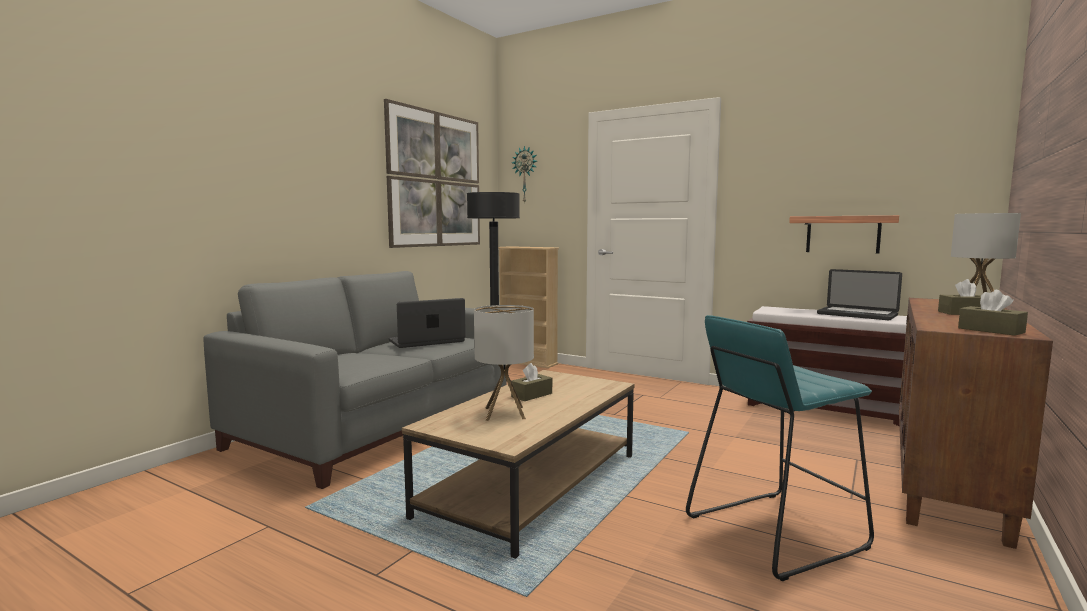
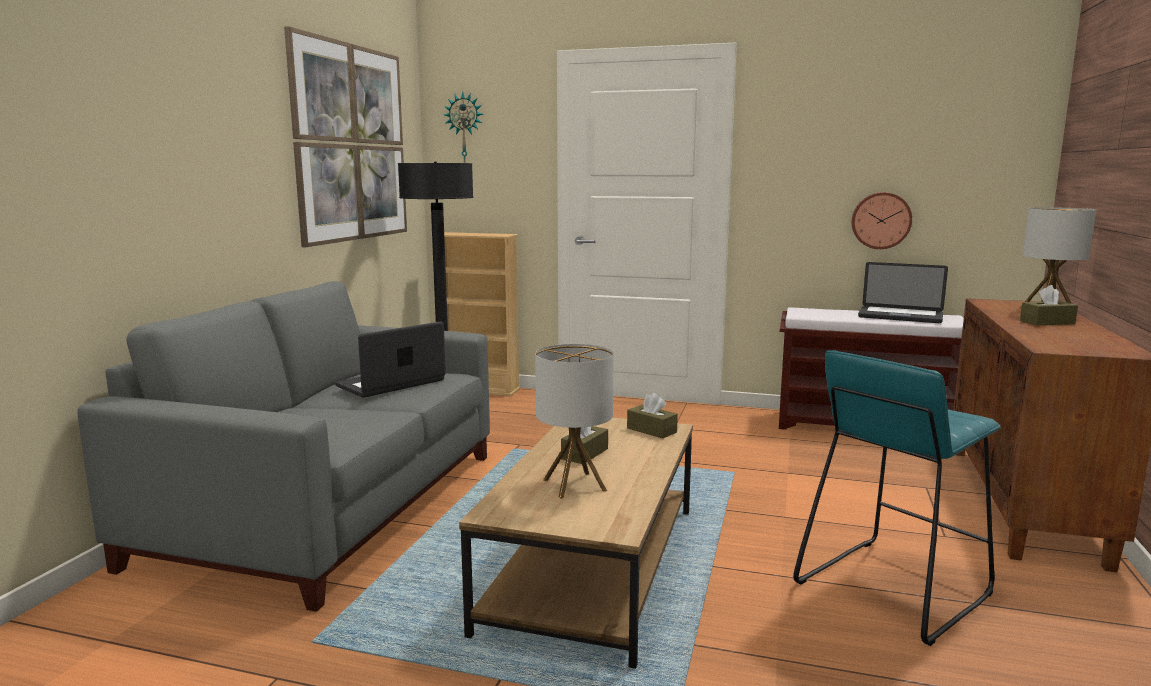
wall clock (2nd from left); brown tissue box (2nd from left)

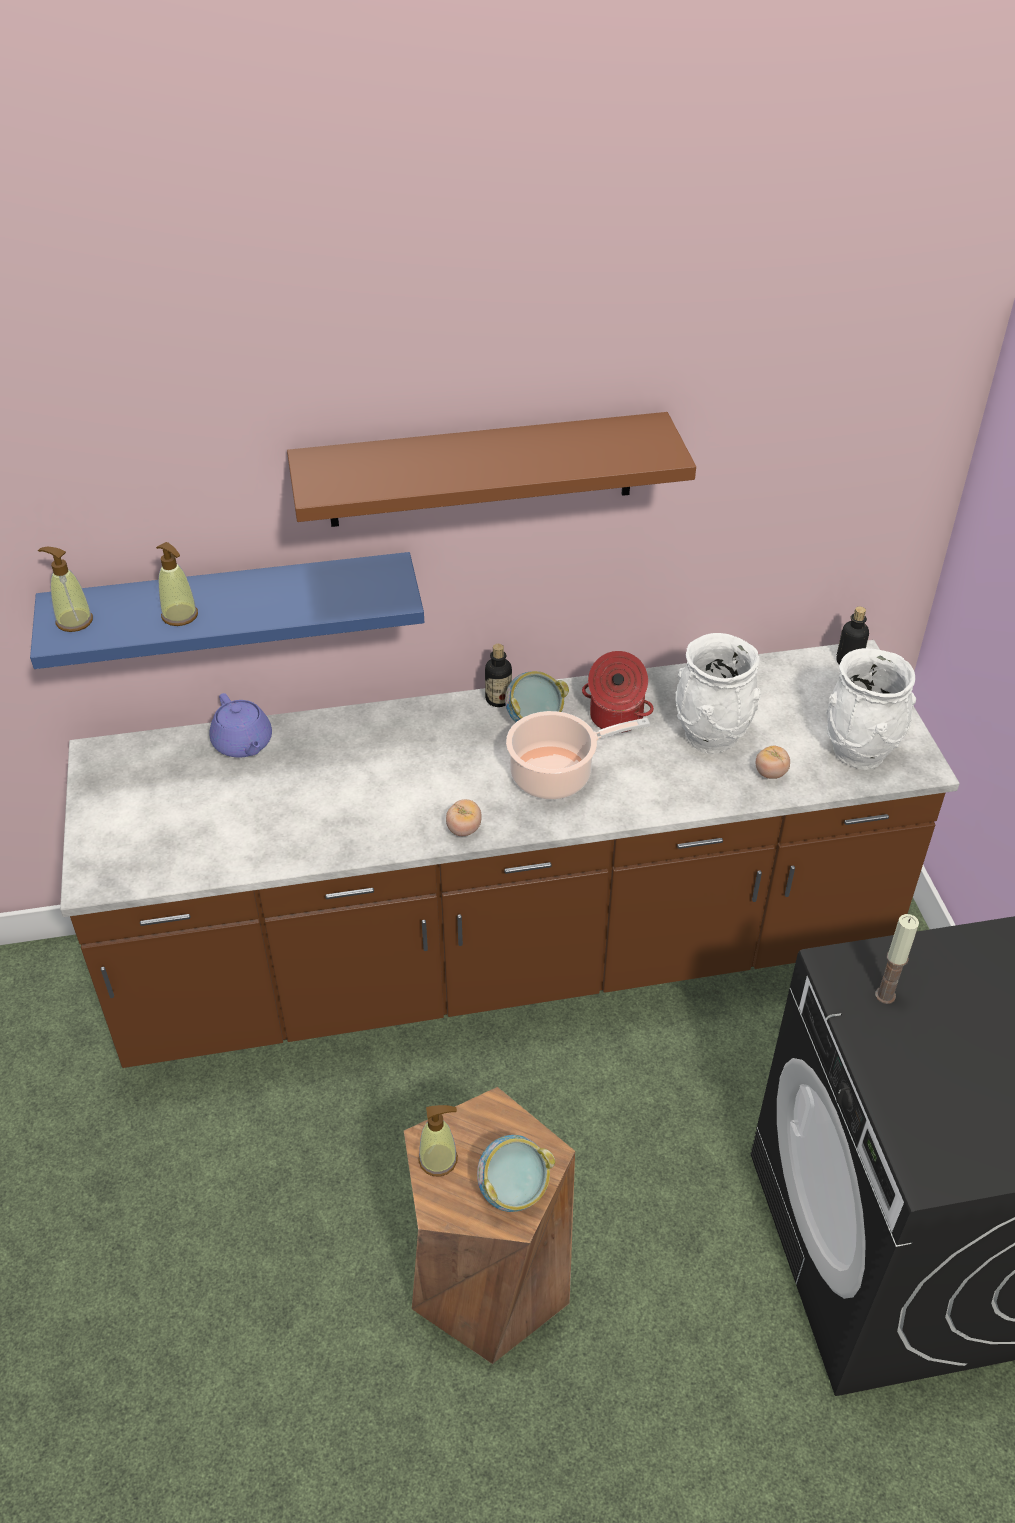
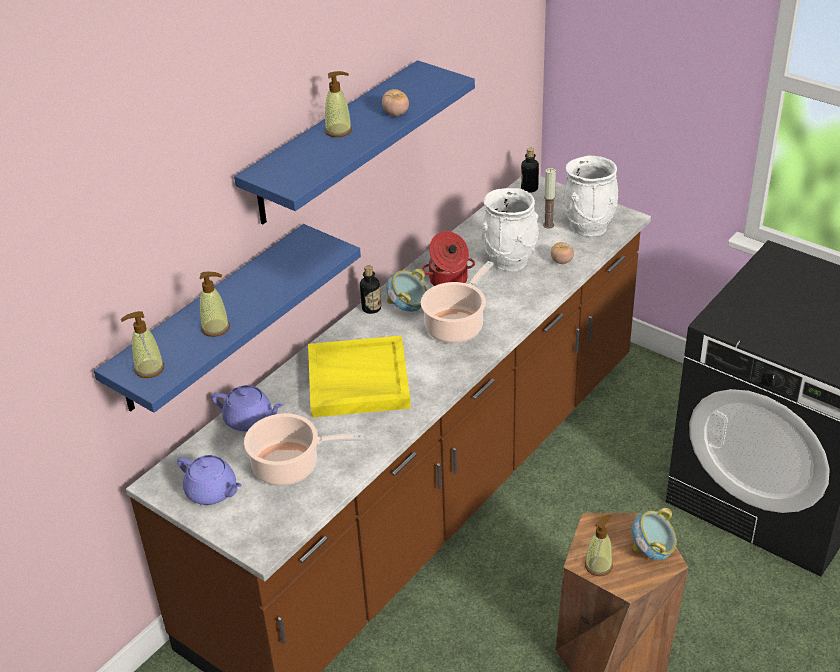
blue shelf (2nd from left); tomato (1st from left); candle; soap dispenser (3rd from left); yellow tray; cooking pot (1st from left); purple teapot (1st from left)

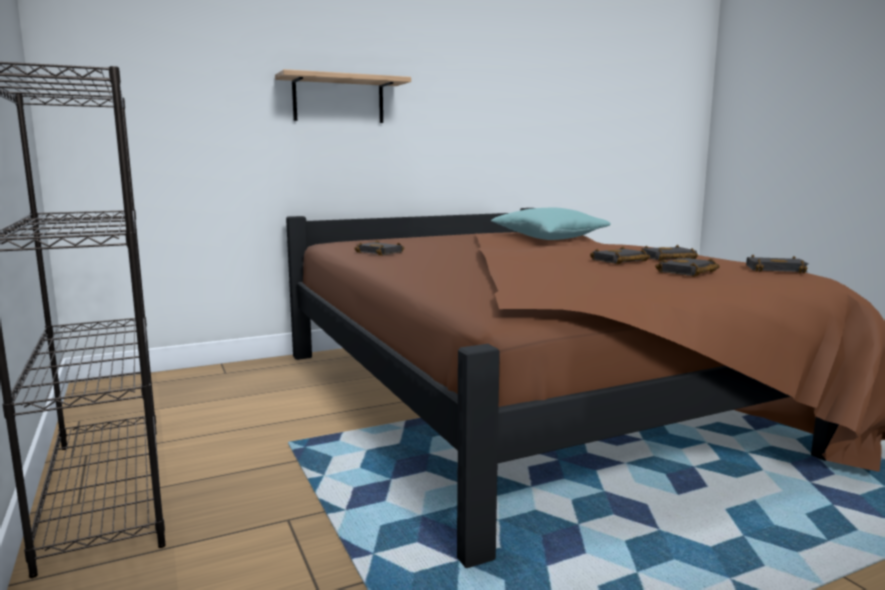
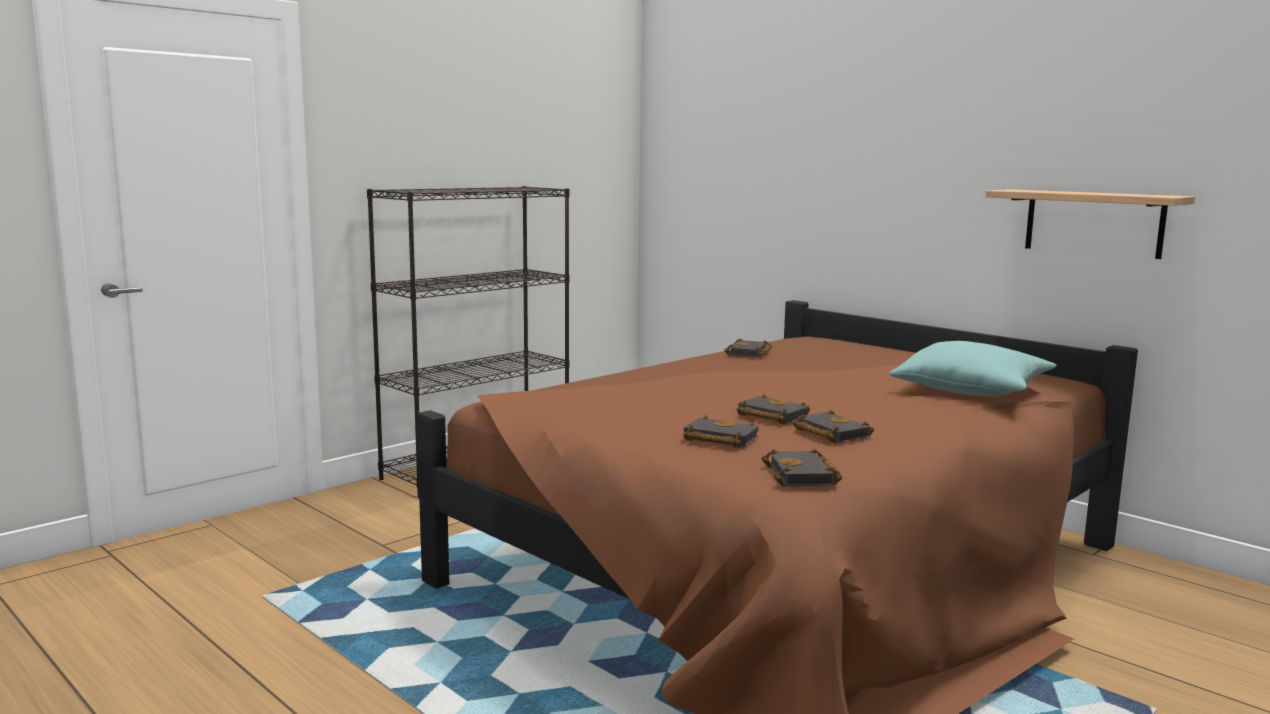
shelf

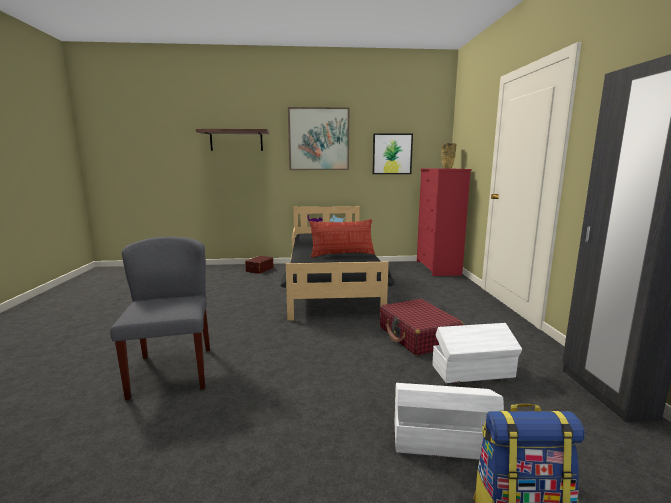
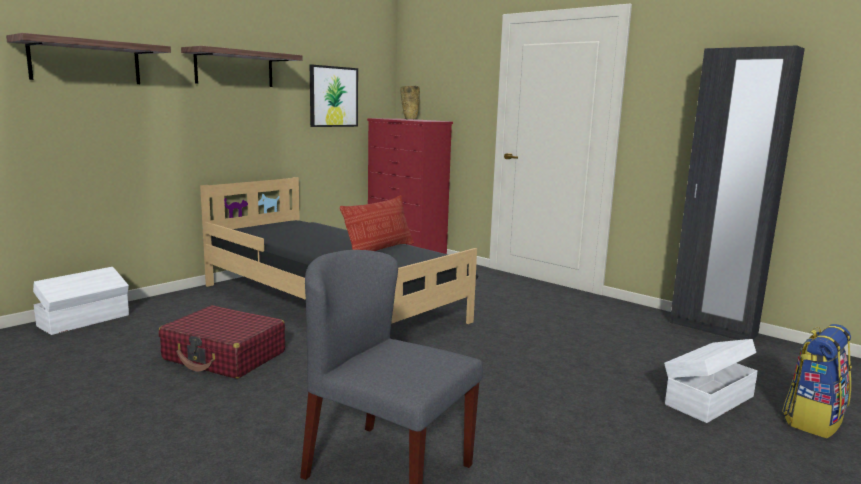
shelf (2nd from left); brown storage box; red suitcase; white storage box (1st from left)

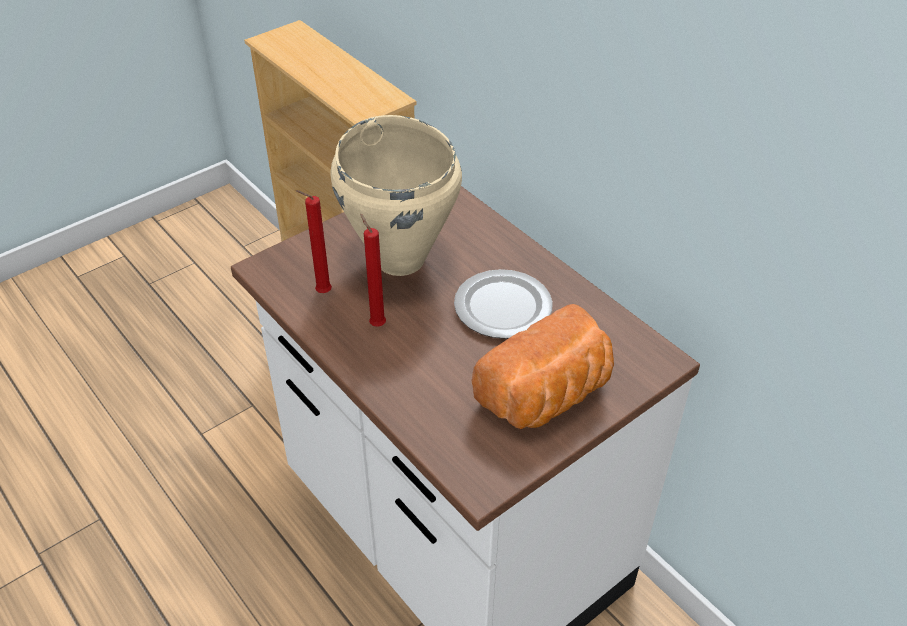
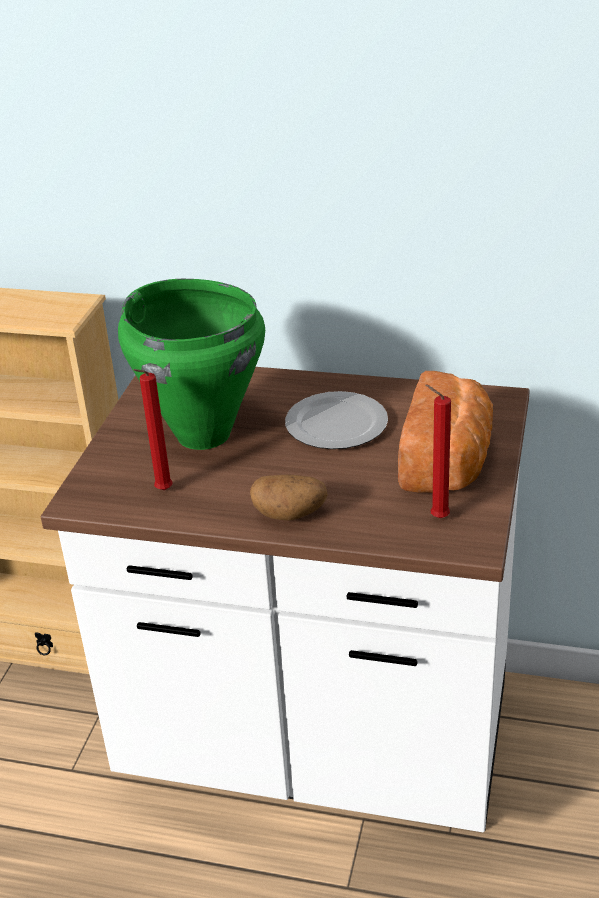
green cooking pot; red candle (2nd from left); potato

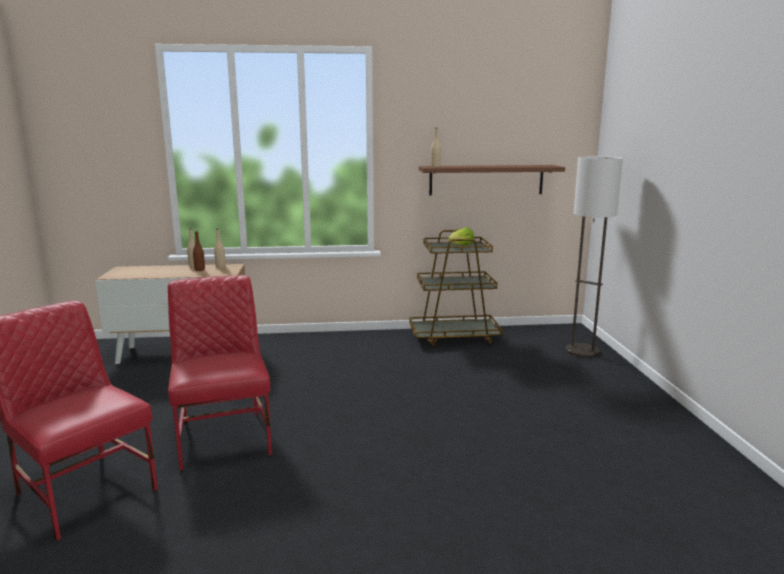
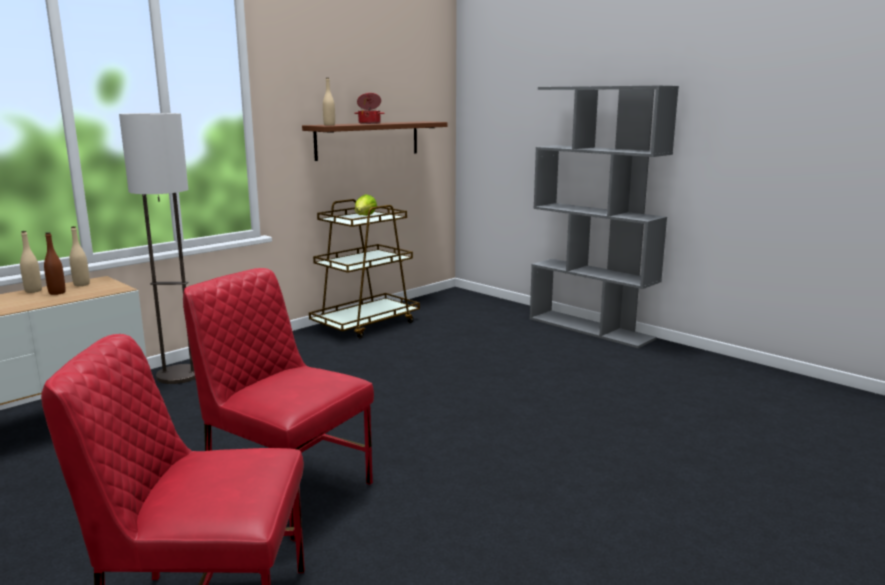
floor lamp; grey bookcase; cooking pot

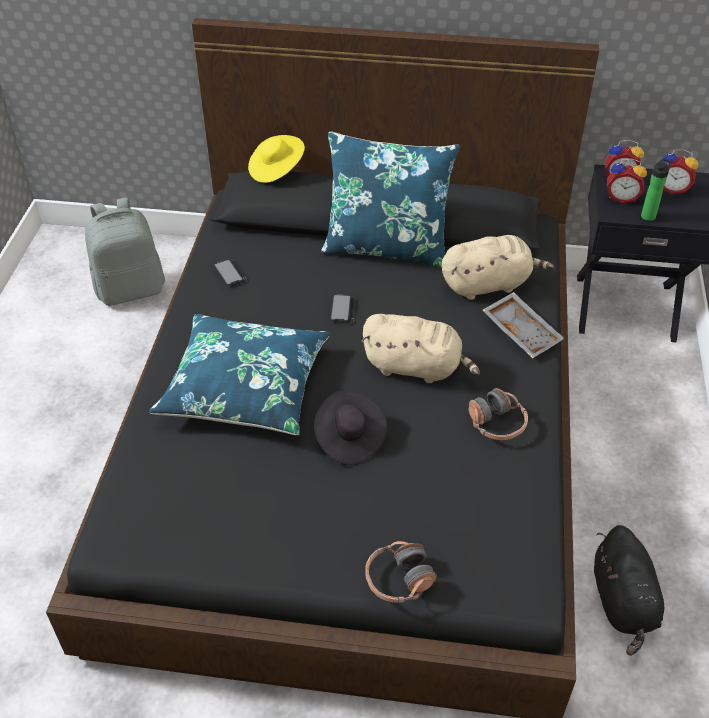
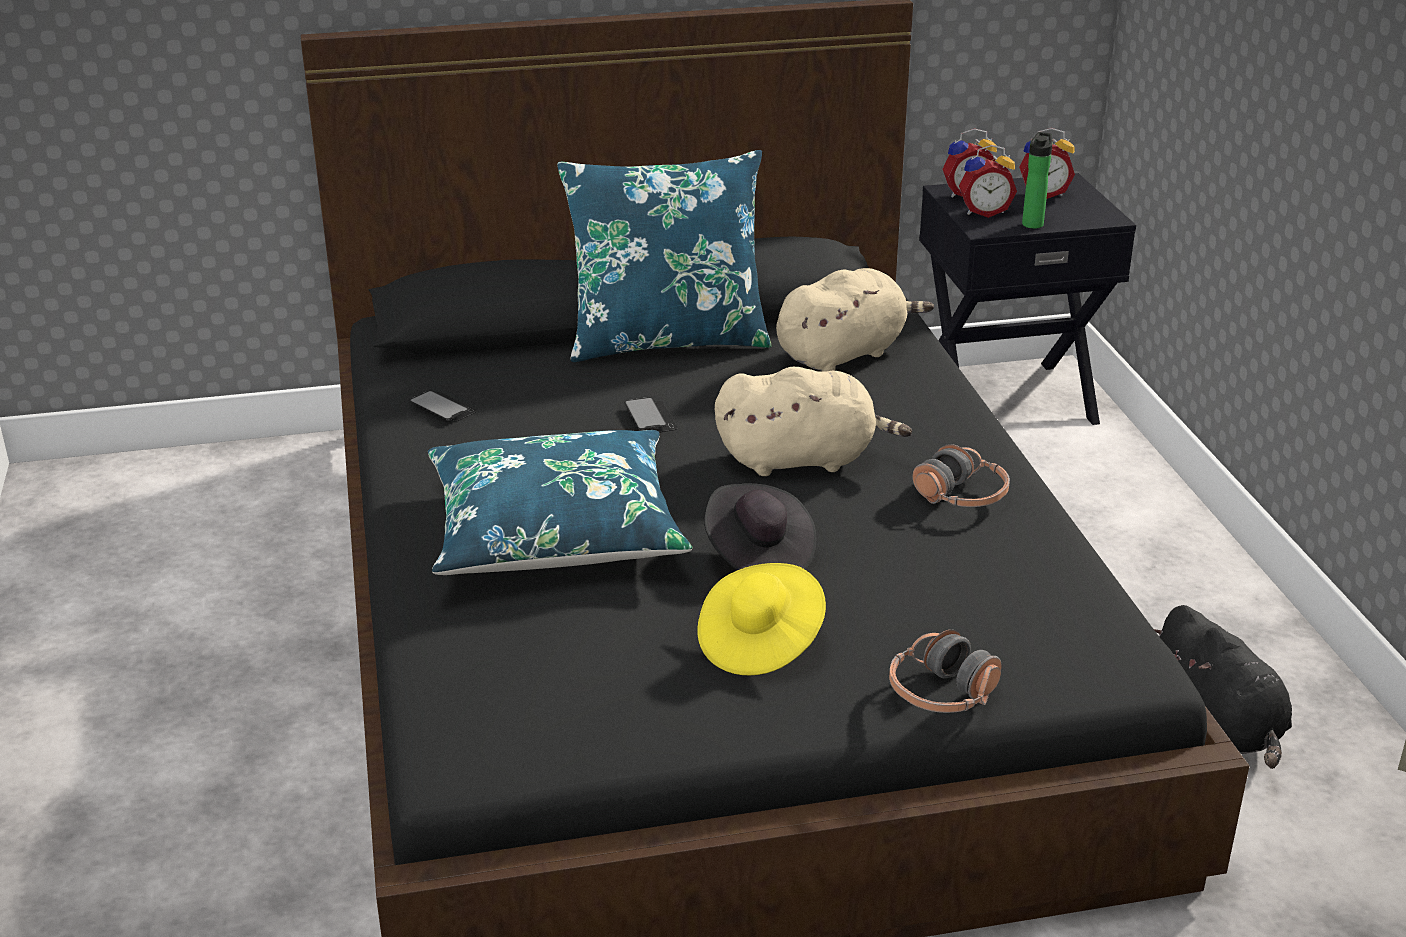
yellow hat; grey backpack; grey tray

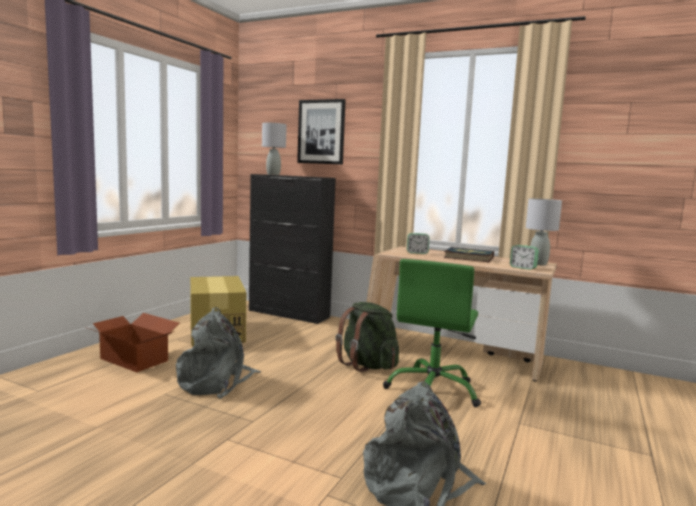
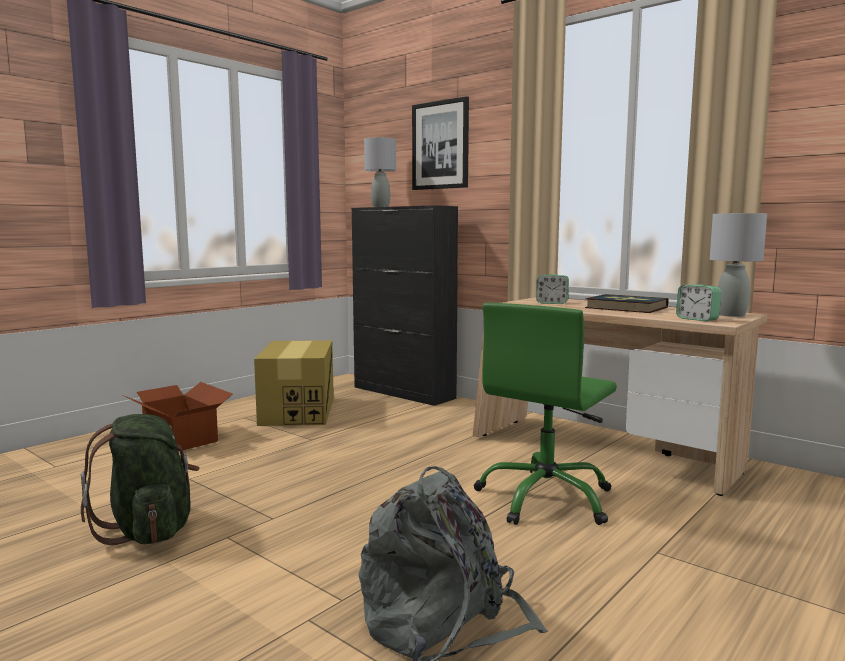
green backpack; grey backpack (1st from left in the first image)

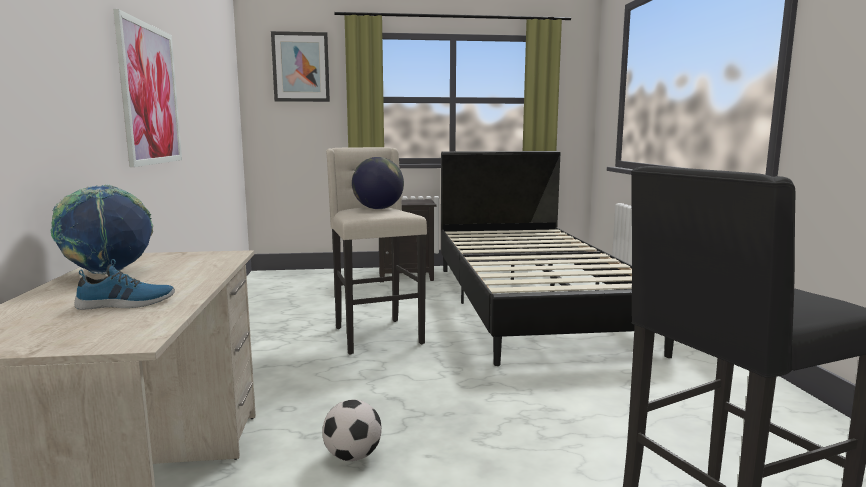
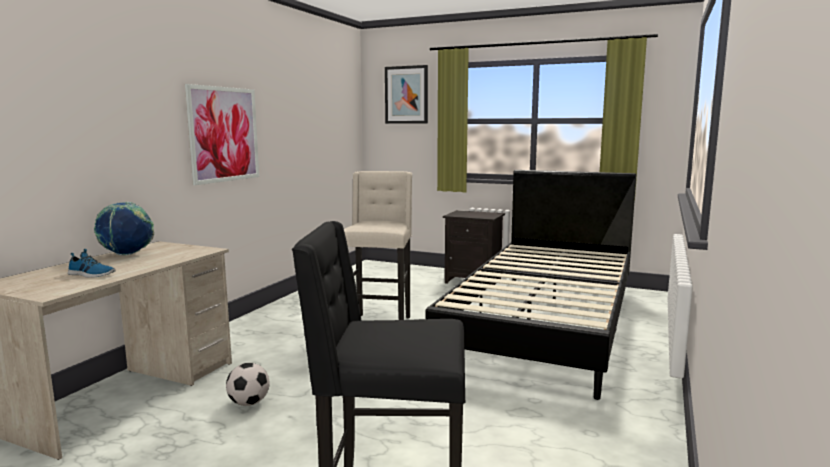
globe (2nd from left in the first image)

